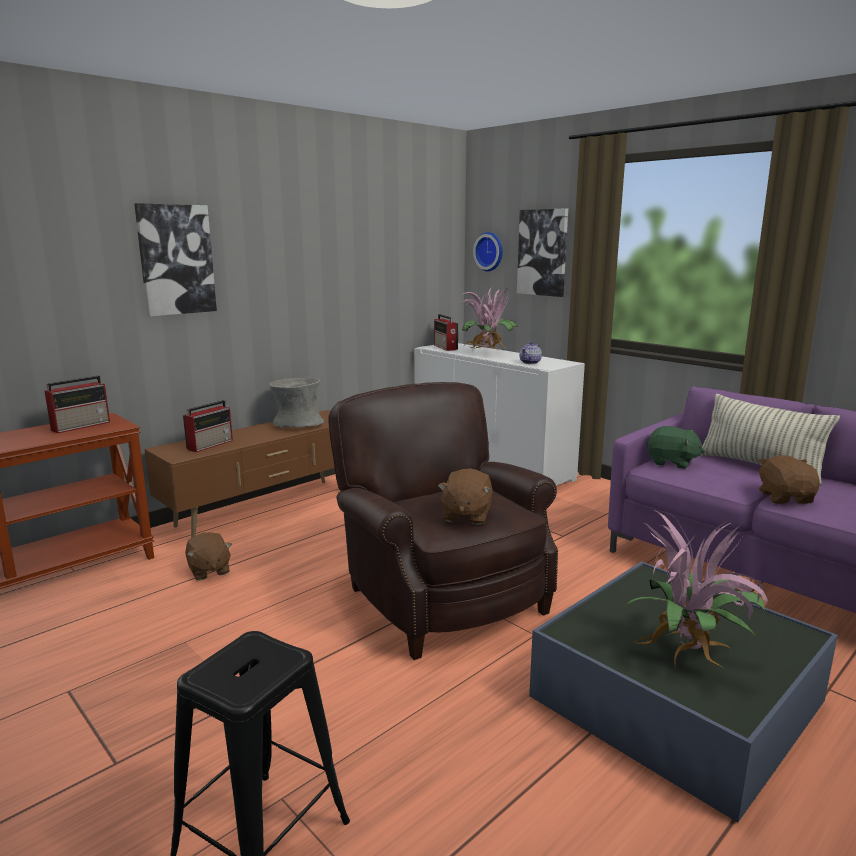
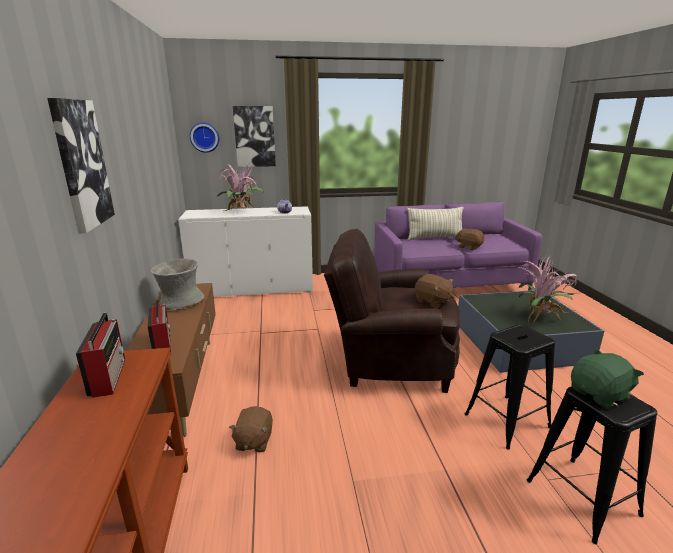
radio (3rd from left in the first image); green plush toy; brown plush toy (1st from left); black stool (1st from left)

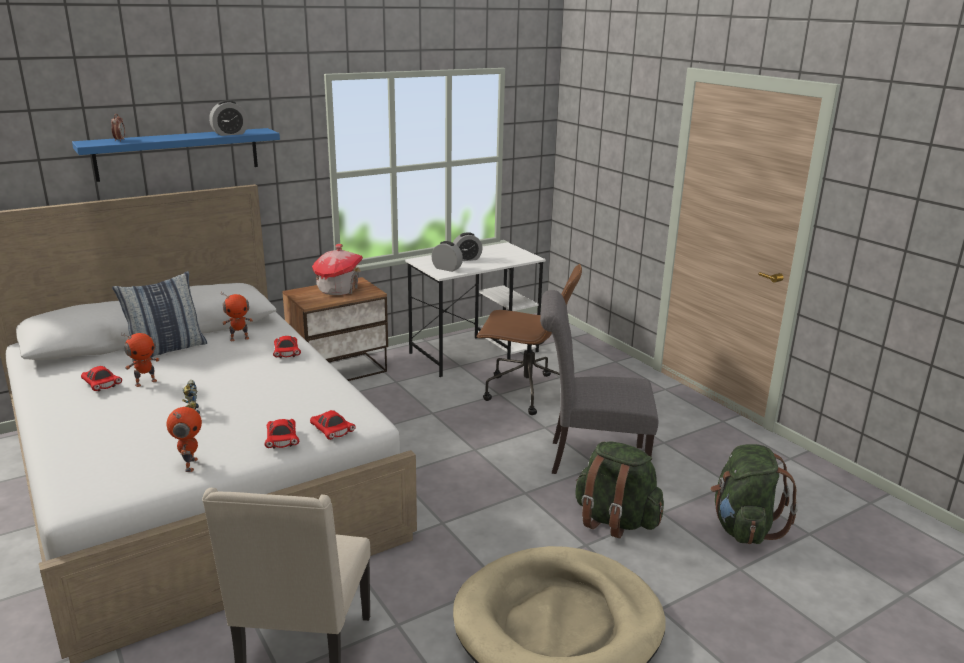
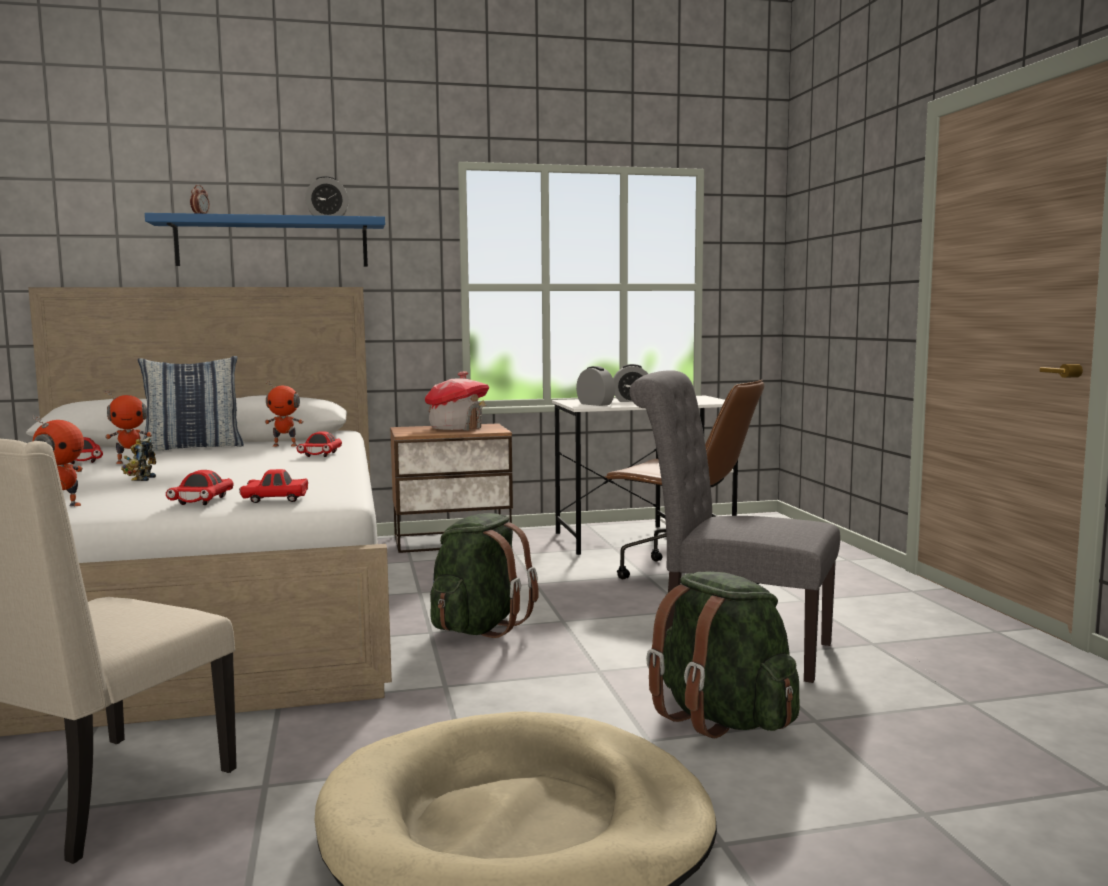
red toy car (3rd from left); green backpack (1st from left)

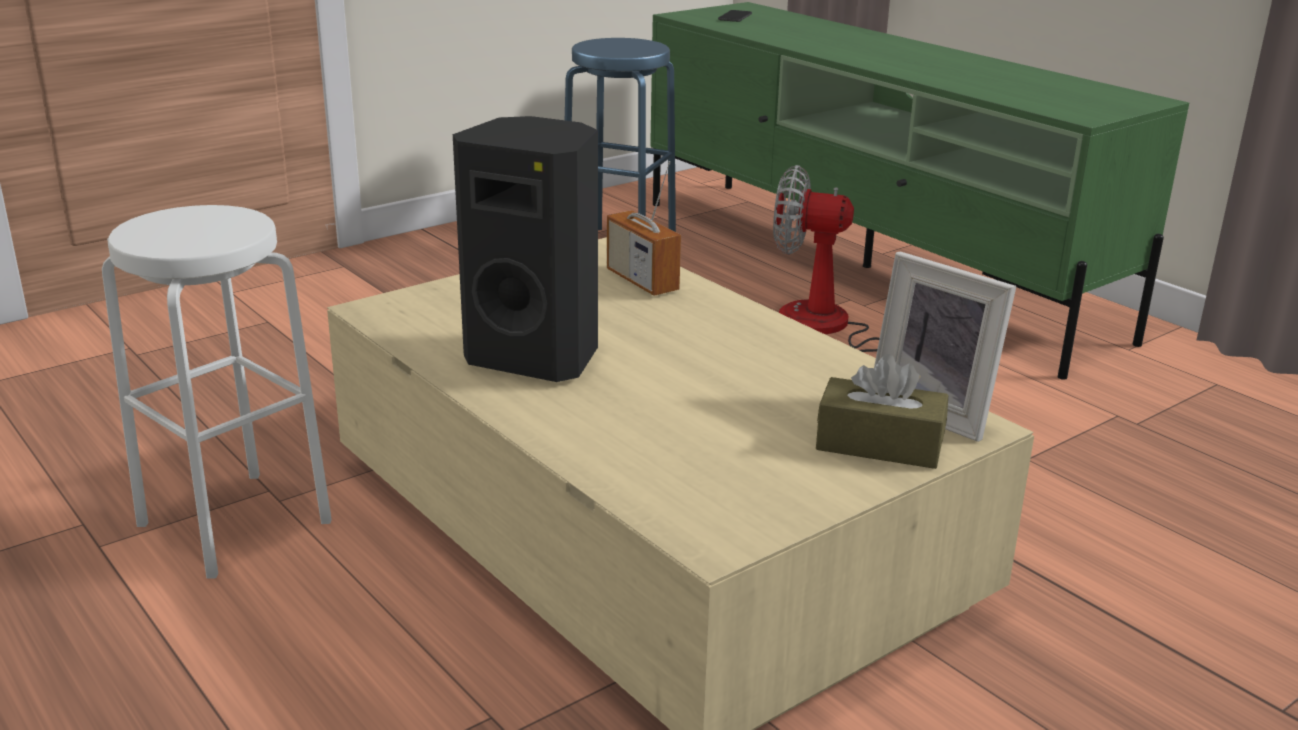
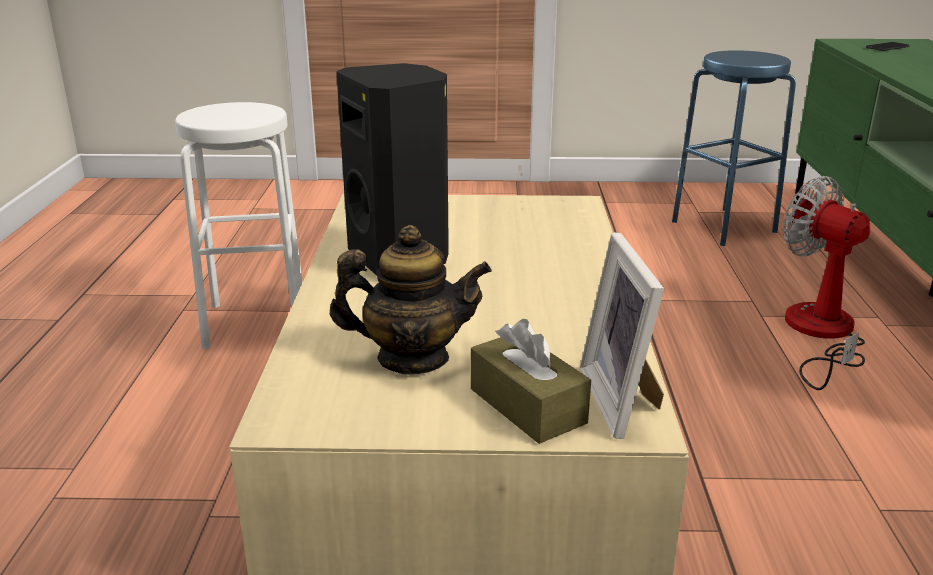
radio; teapot

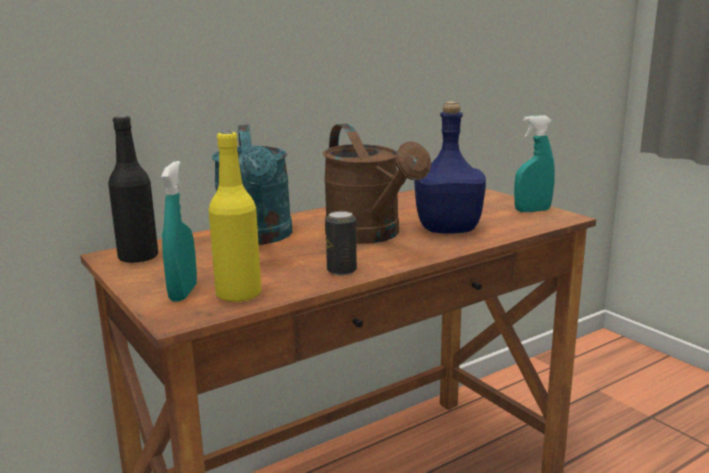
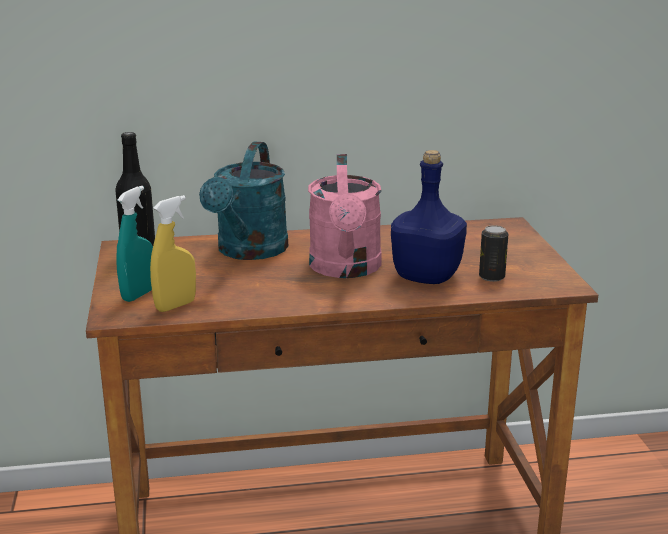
turquoise spray bottle (2nd from left in the first image); pink watering can; yellow spray bottle; can

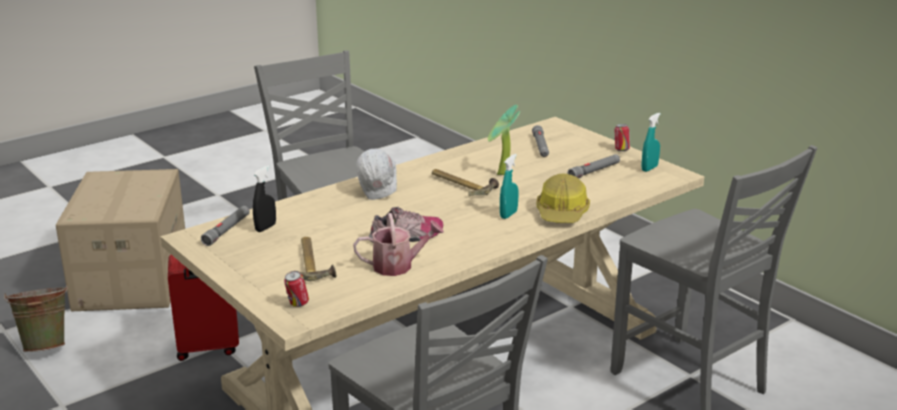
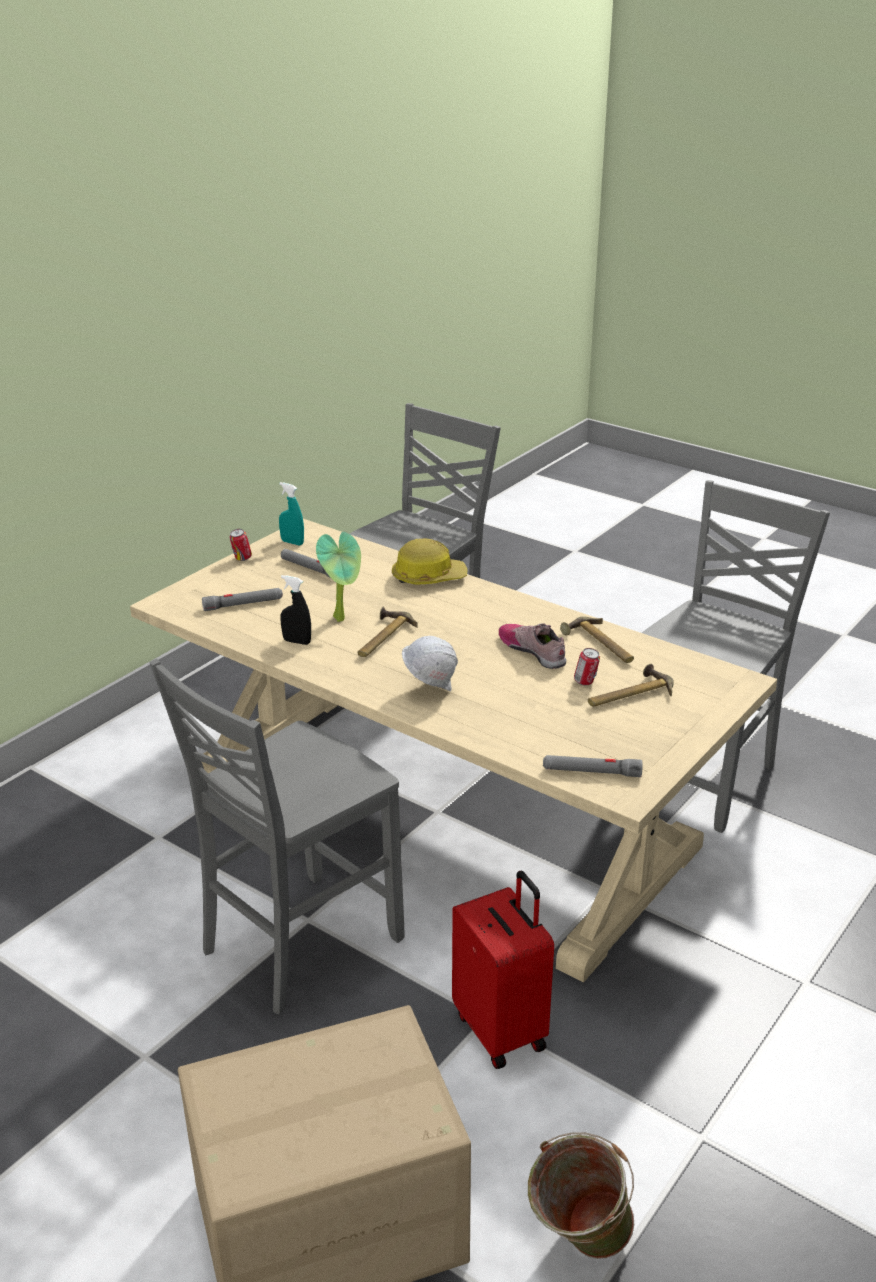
turquoise spray bottle (1st from left in the first image); black spray bottle; hammer (2nd from left); can (2nd from left)

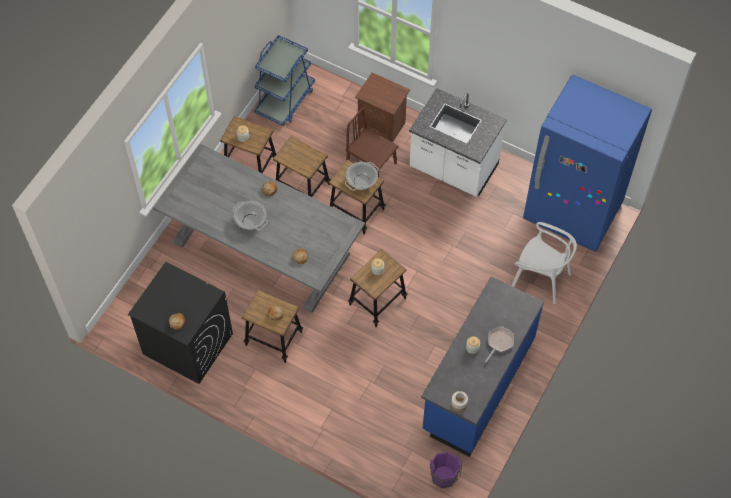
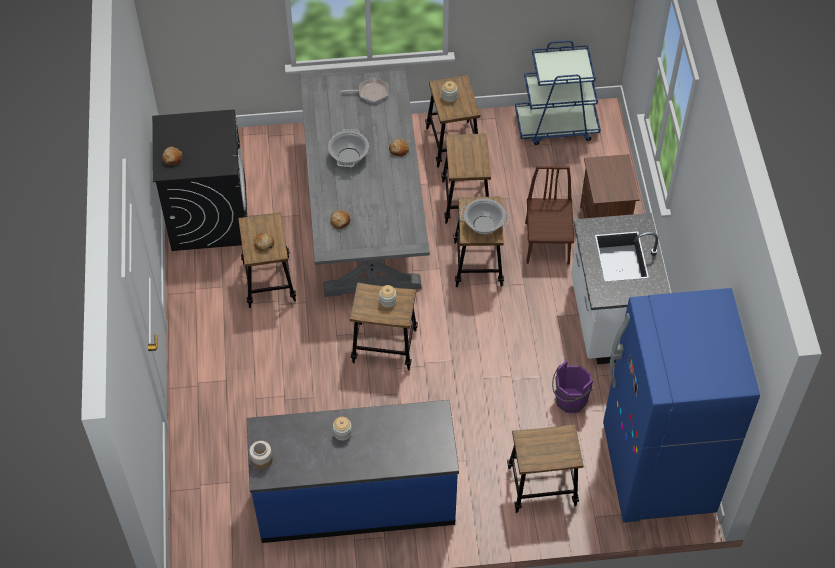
stool (6th from left); frying pan; purple bucket

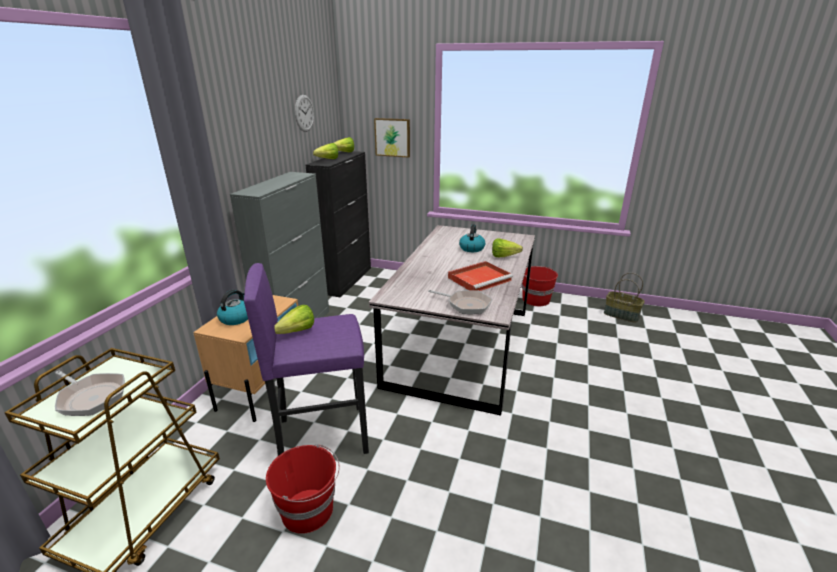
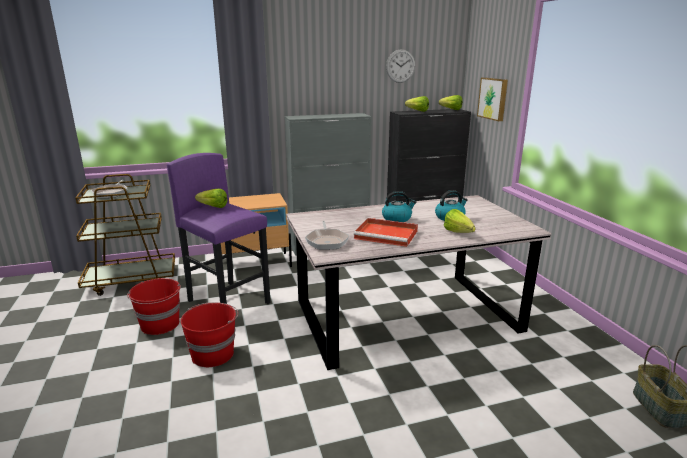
red bucket (2nd from left); kettle (1st from left)

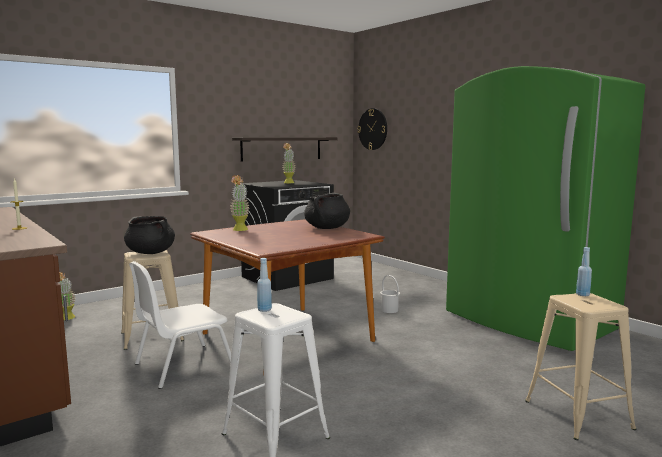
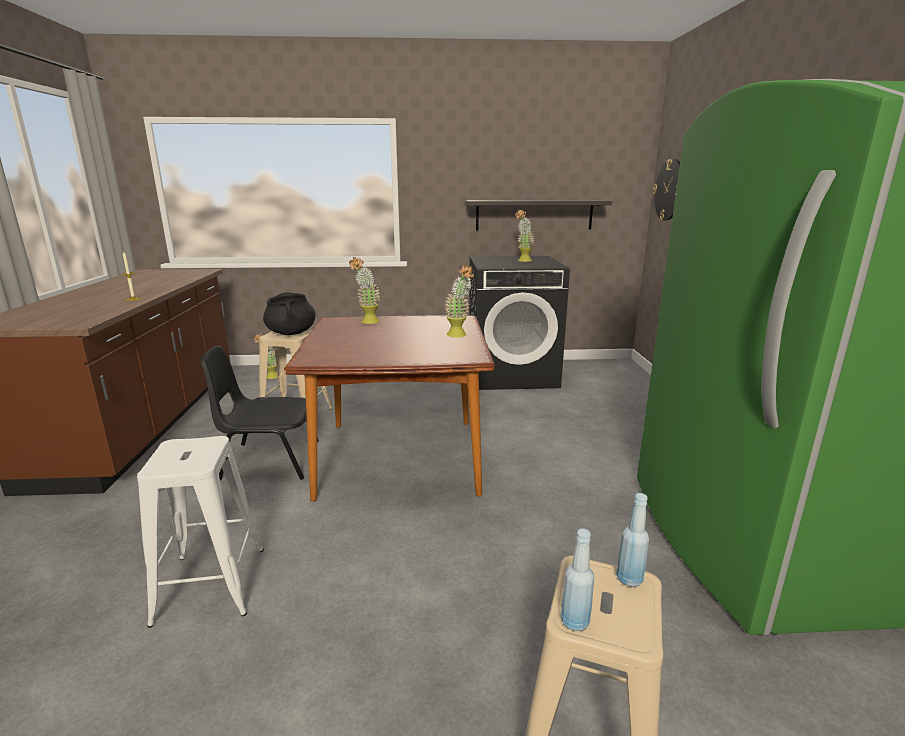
potted plant (3rd from left); blue bottle (1st from left); black chair; white bucket

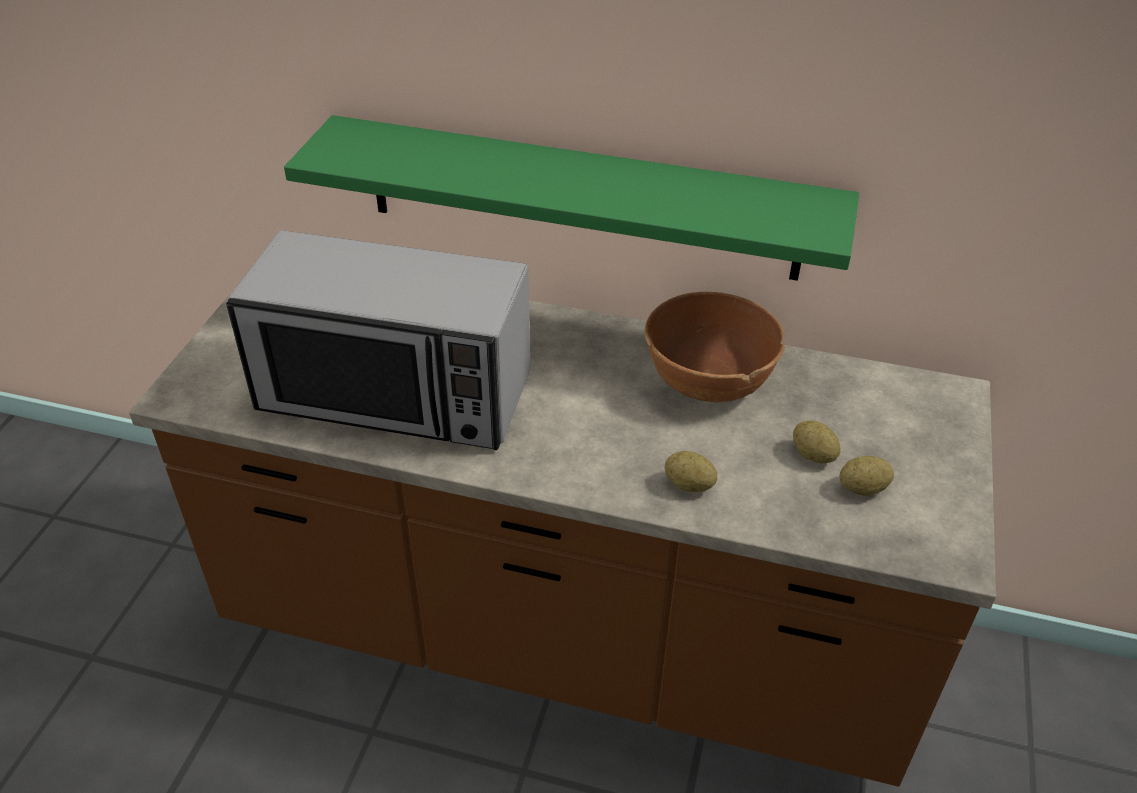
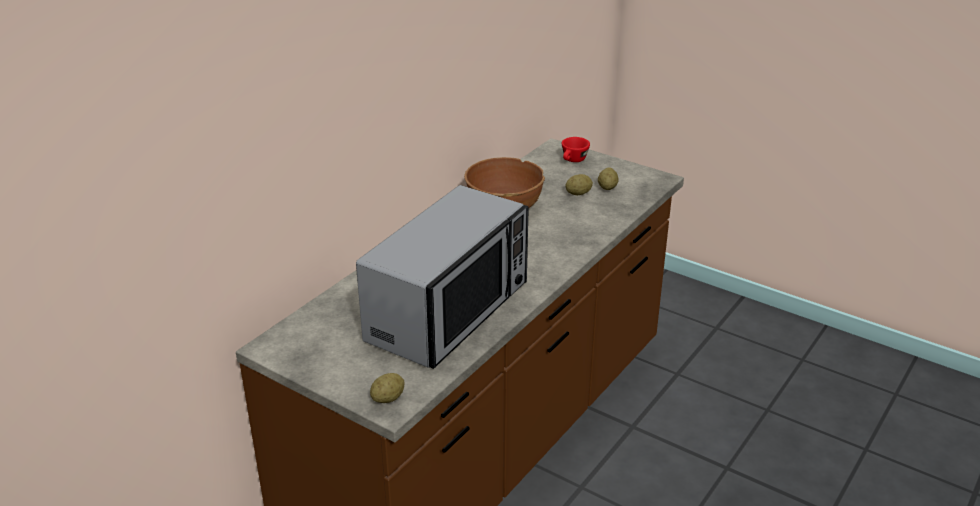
green shelf; potato (1st from left); red cup

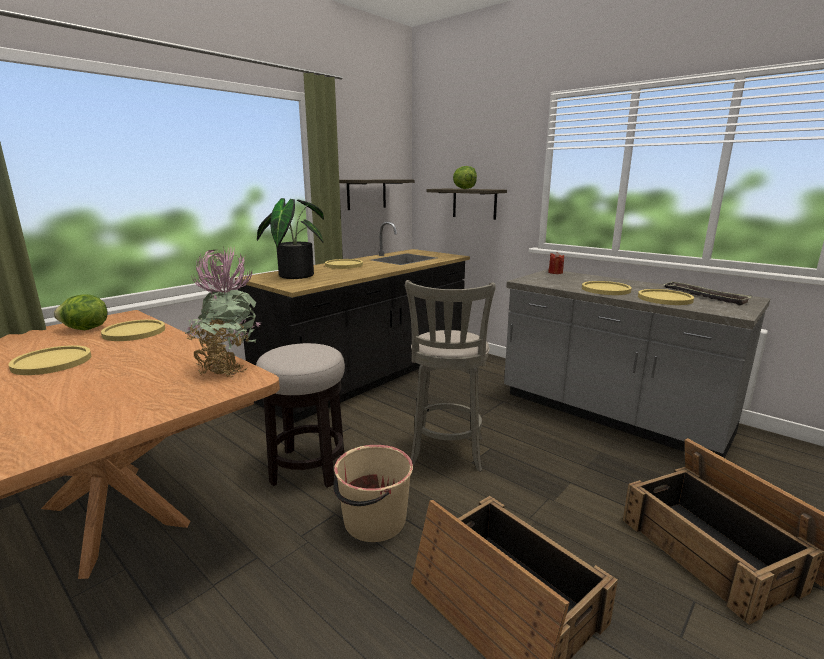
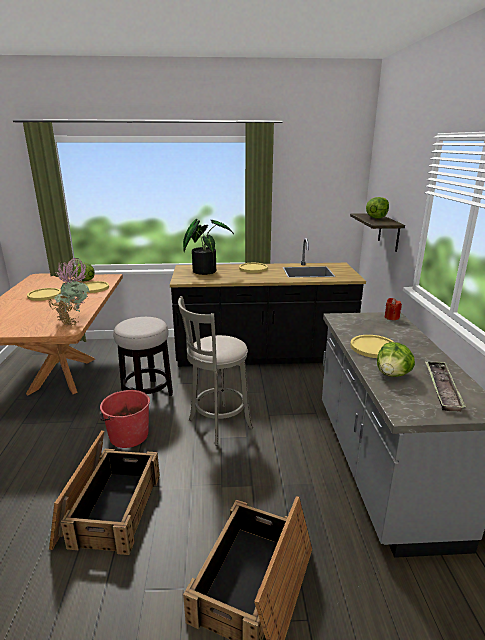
shelf (1st from left in the first image); lettuce (3rd from left); red bucket

